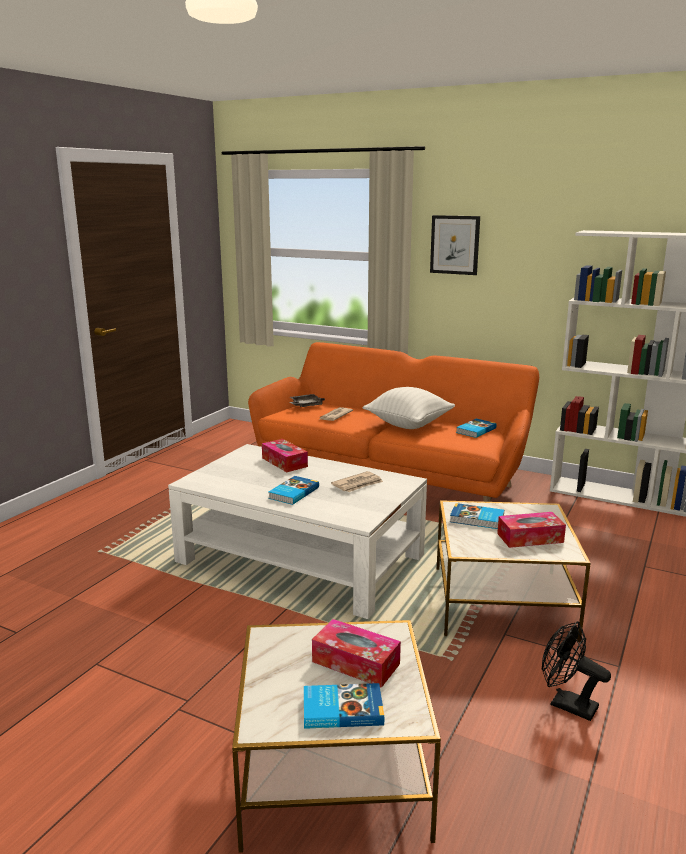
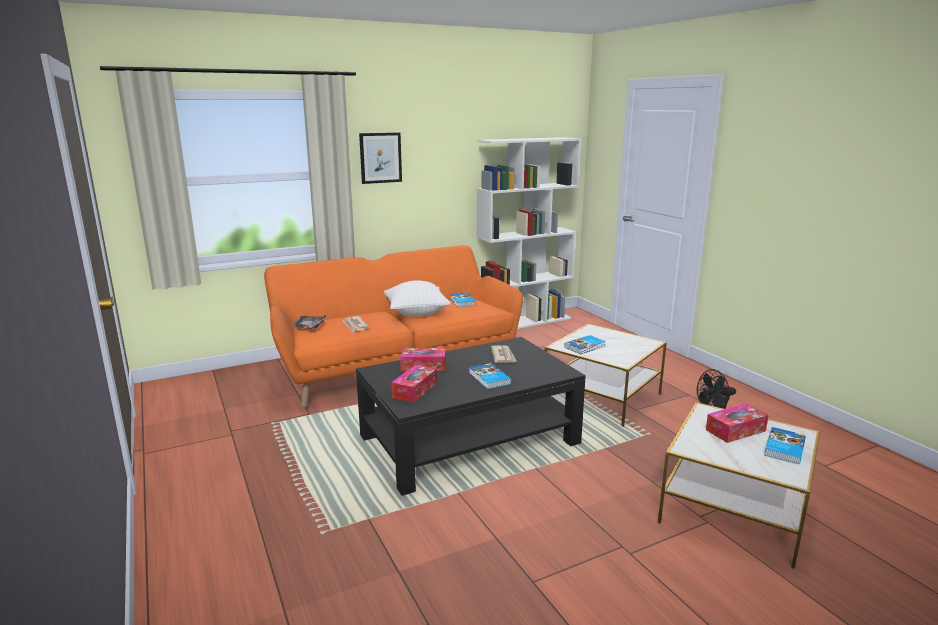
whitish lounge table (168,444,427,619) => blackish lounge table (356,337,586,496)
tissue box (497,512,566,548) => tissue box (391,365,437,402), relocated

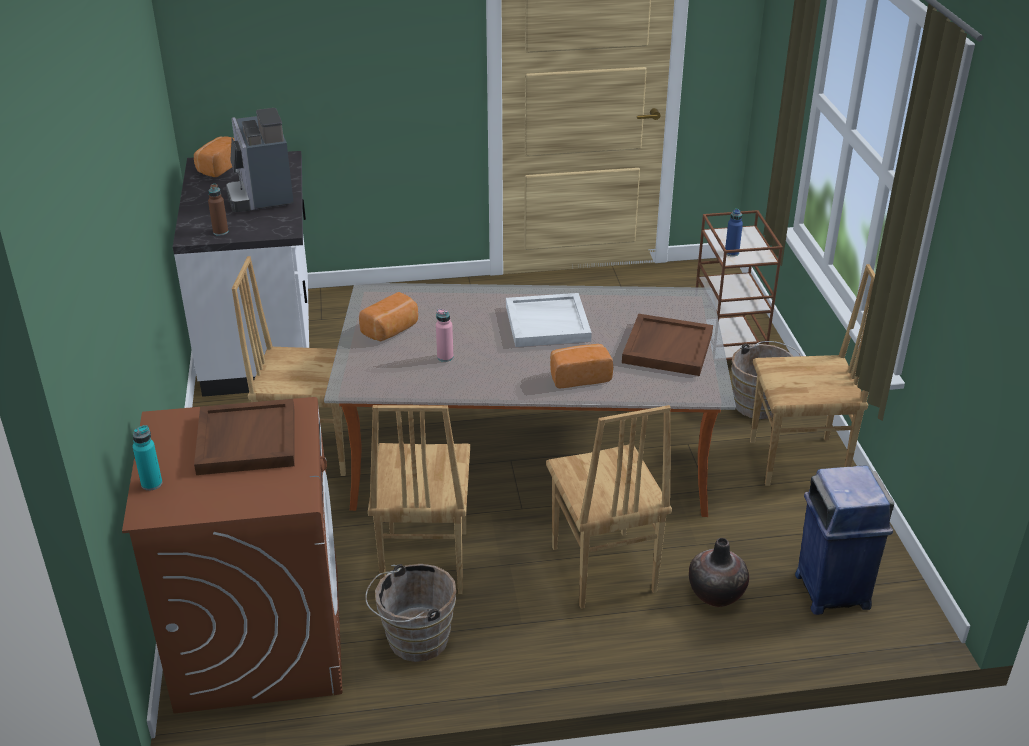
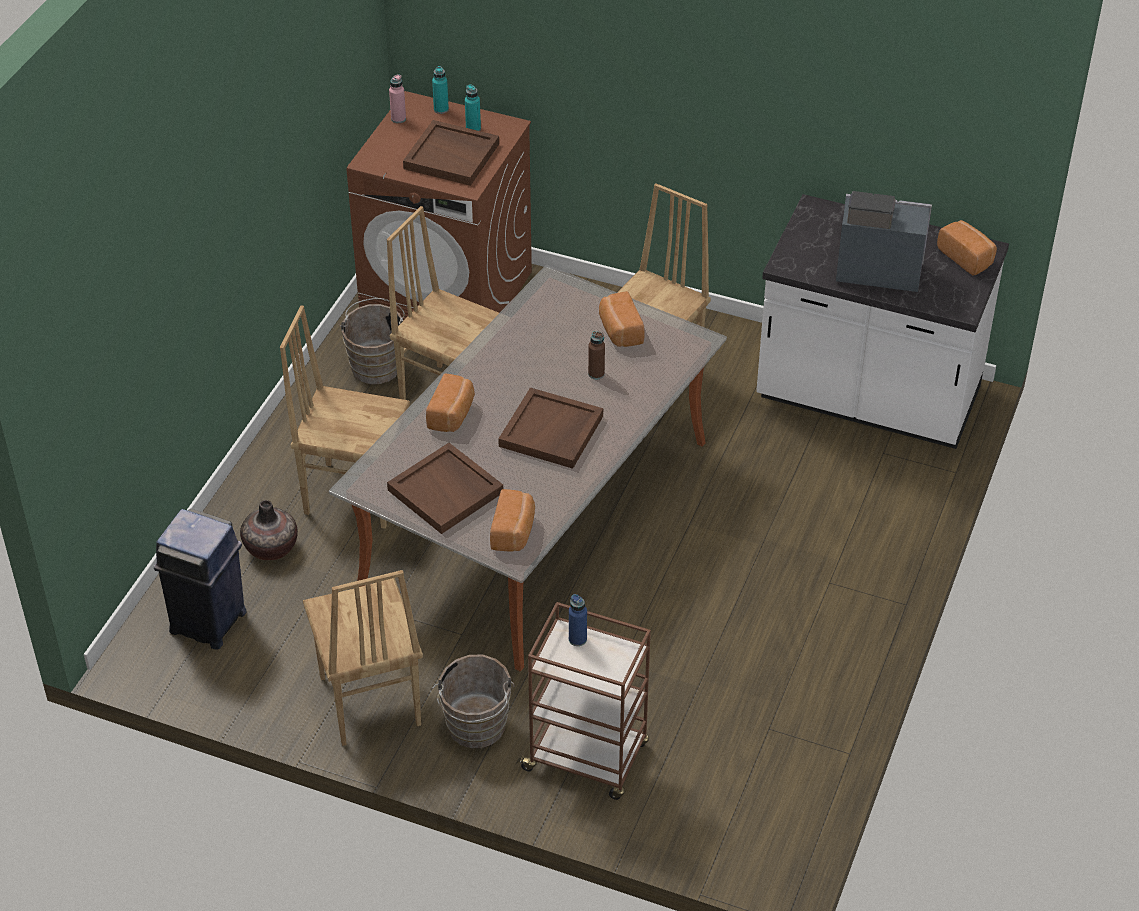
brownish beverage bottle (208,184,228,236) => brownish beverage bottle (588,331,605,379), relocated
brownish chair (750,264,875,486) => brownish chair (303,570,423,746), 45 degrees counterclockwise
whitish tray (506,293,592,347) => brownish tray (498,387,603,469)
pink-coloured beverage bottle (436,309,454,362) => pink-coloured beverage bottle (389,74,406,123), relocated
nothing => turquoise beverage bottle (465,84,481,131)
nothing => bread (490,489,535,552)

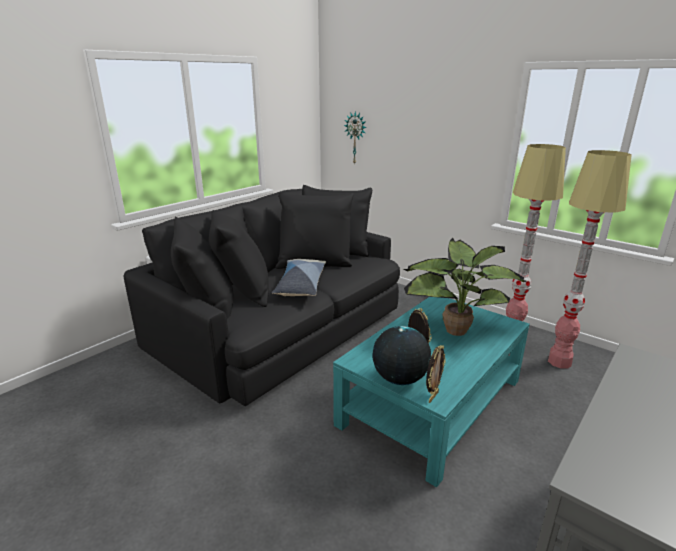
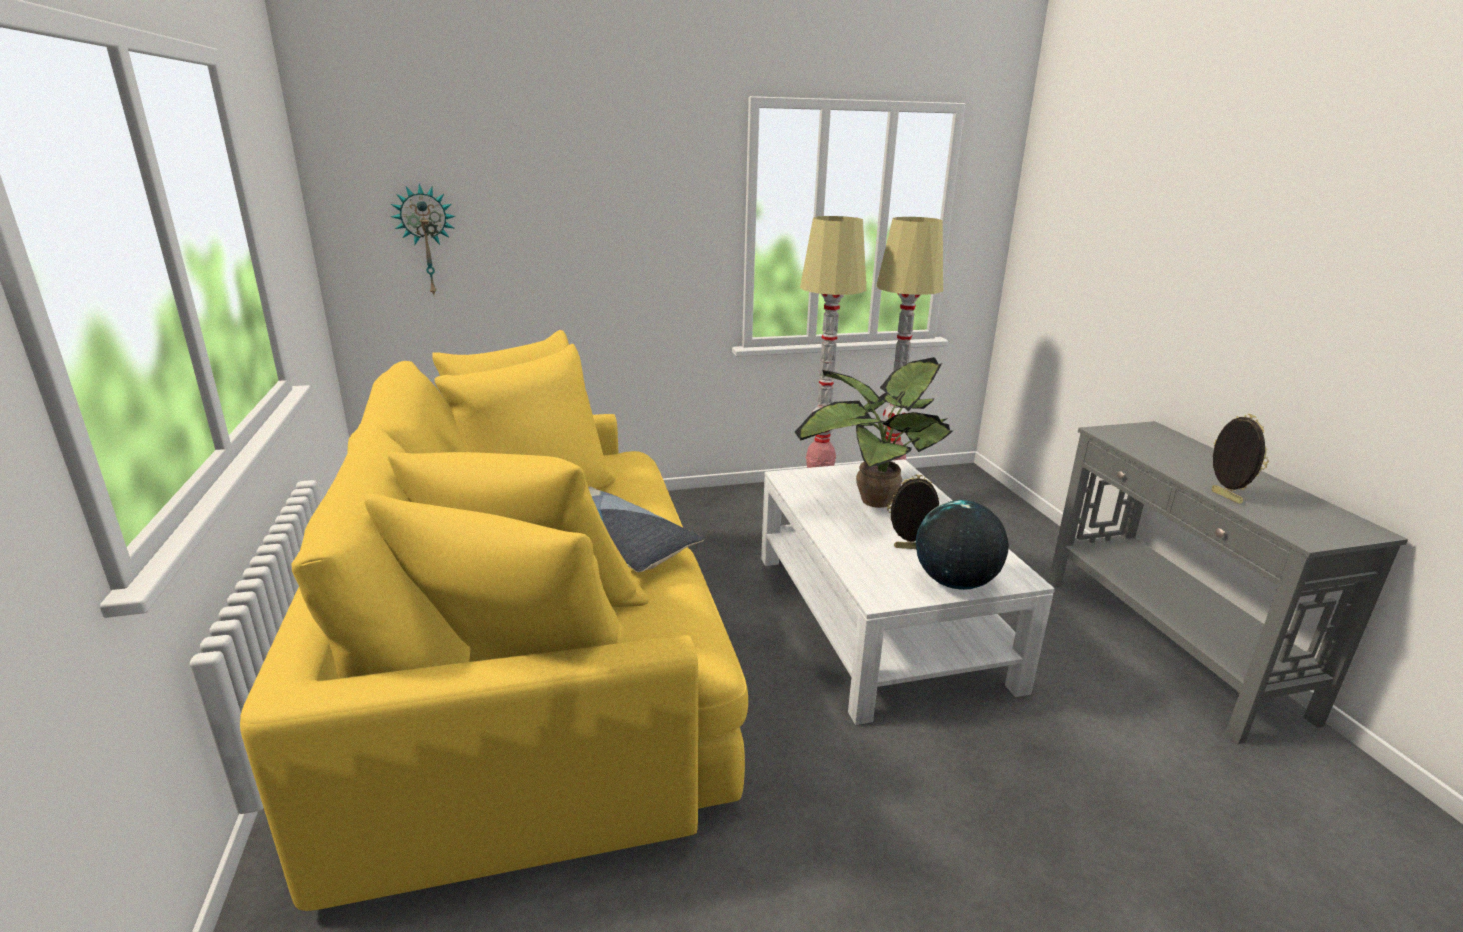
blackish sofa (124,185,400,406) => yellow sofa (240,330,748,911)
turquoise lounge table (333,297,530,487) => whitish lounge table (761,459,1055,725)
standing frame (426,345,446,403) => standing frame (1212,414,1269,504), relocated

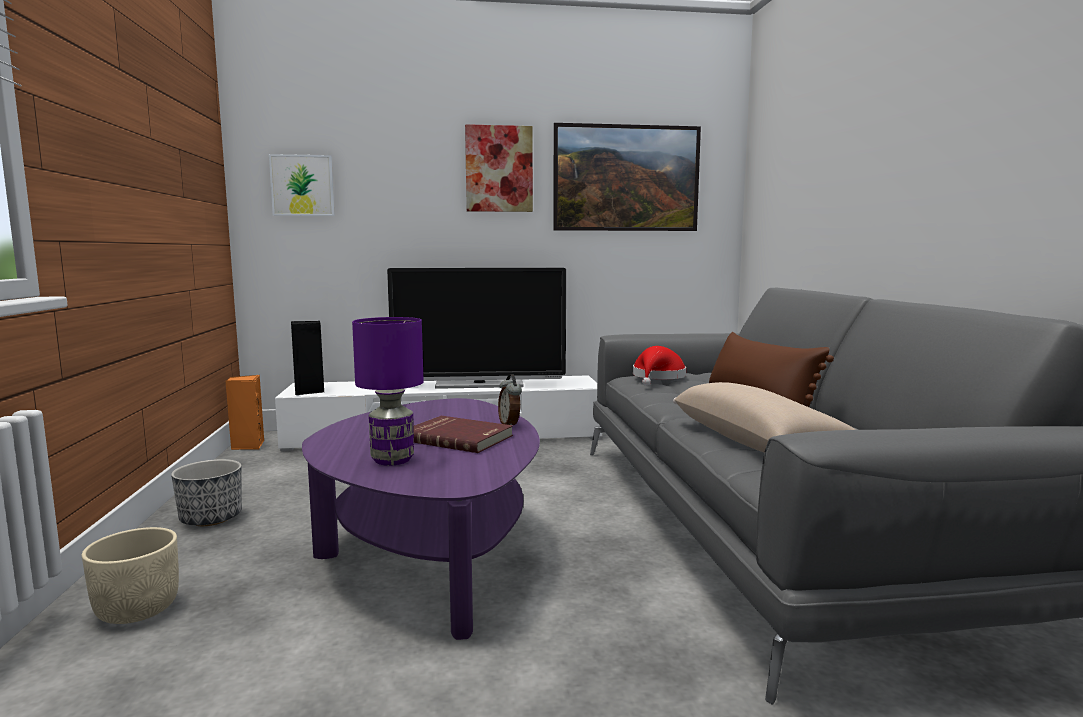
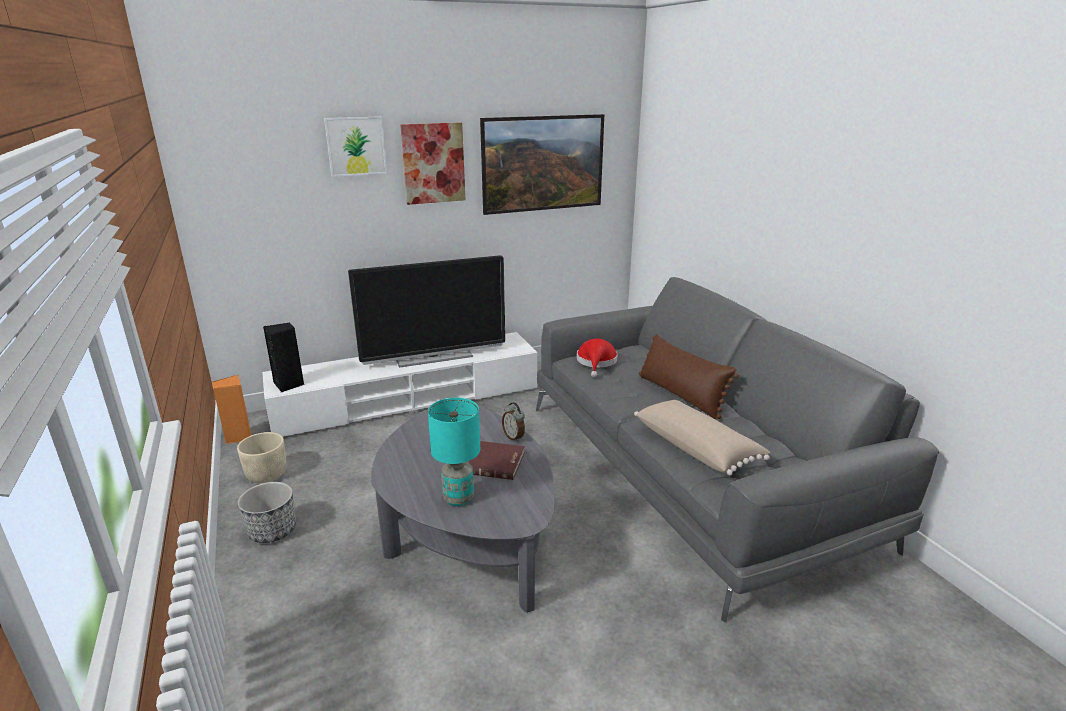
picture (269,154,335,216) => picture (324,116,387,177), relocated
purplish lamp for a table (352,317,424,466) => turquoise lamp for a table (428,398,480,506)
purplish lounge table (302,398,540,640) => gray lounge table (371,406,555,613)
beige planter (82,527,179,624) => beige planter (237,432,286,483), relocated

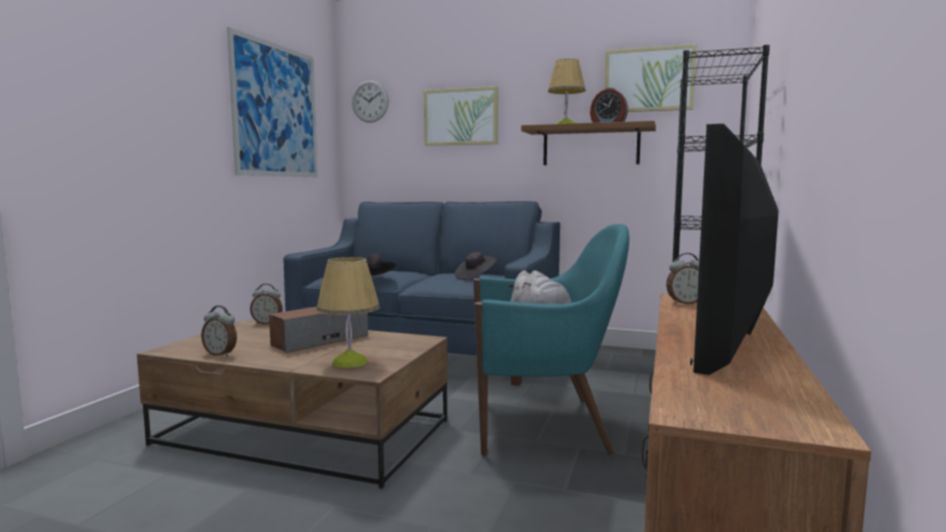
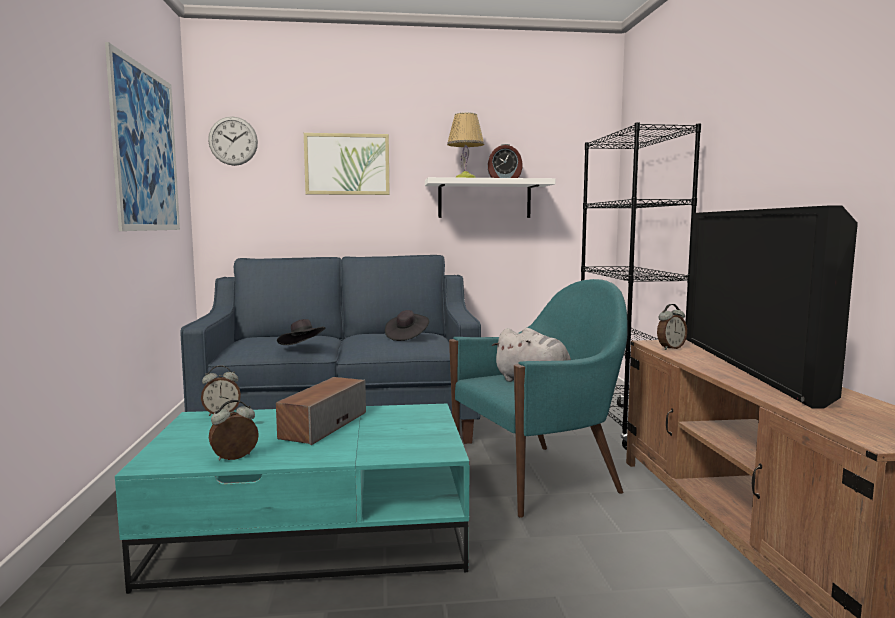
picture (605,44,697,112) => nothing
brownish bracket shelf (521,121,656,165) => whitish bracket shelf (425,177,556,218)
lamp for a table (316,257,380,368) => nothing
table clock (201,305,237,357) => table clock (209,400,259,460), 150 degrees clockwise
brownish lounge table (137,319,448,489) => turquoise lounge table (115,404,469,594)

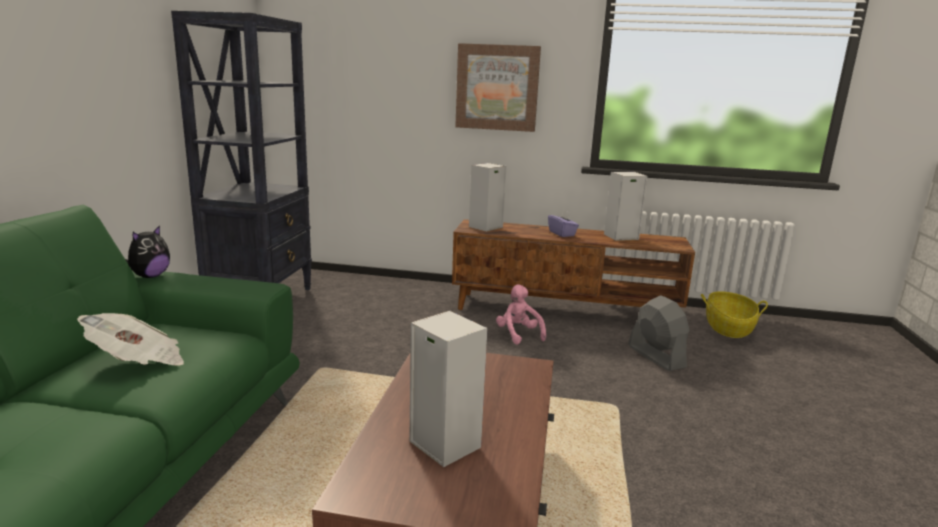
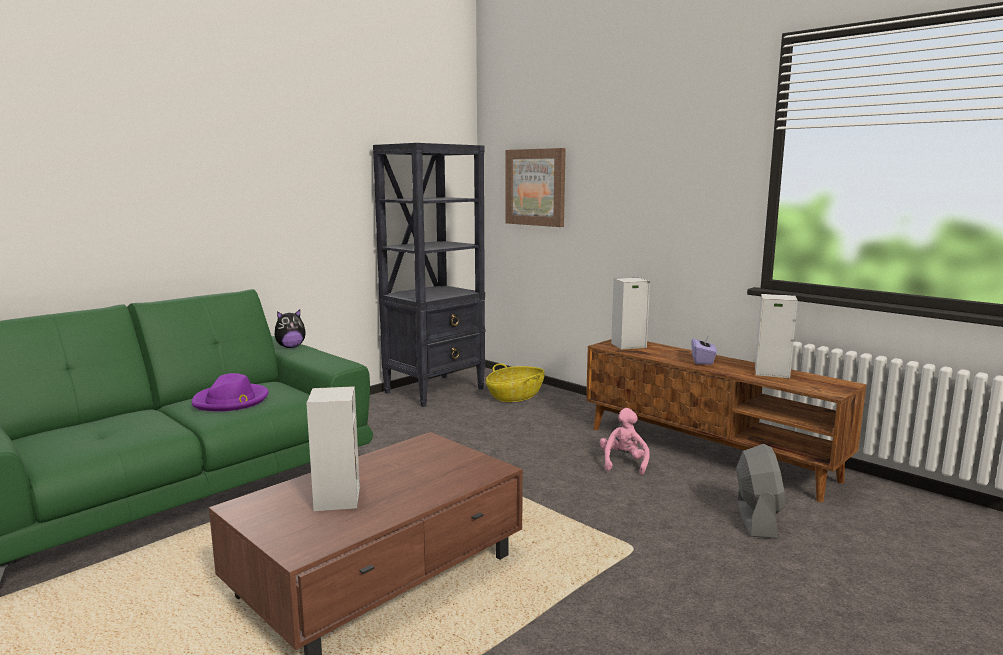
picture (455,43,541,132) => picture (505,148,566,227), relocated
storage basket (701,291,768,338) => storage basket (486,363,545,402), relocated
printed paper (77,313,184,365) => purplish wearable hat (192,373,269,412)

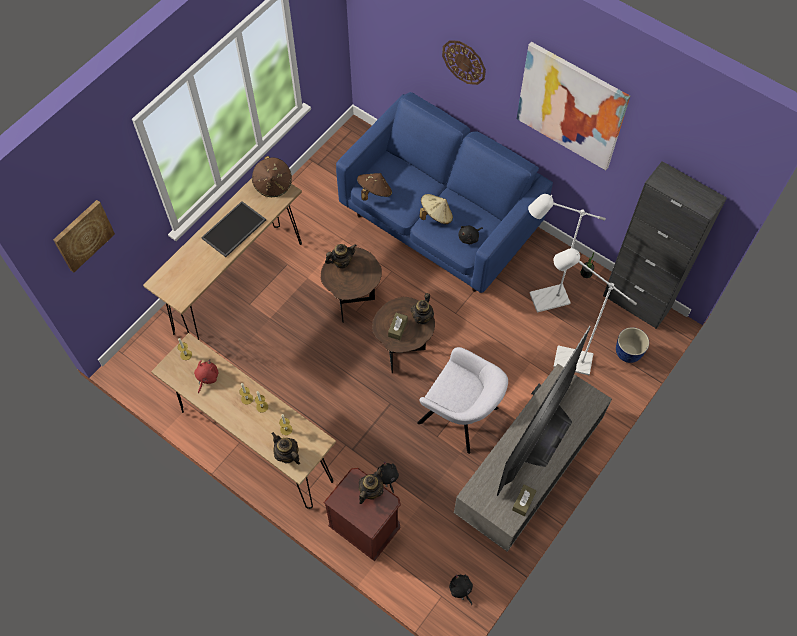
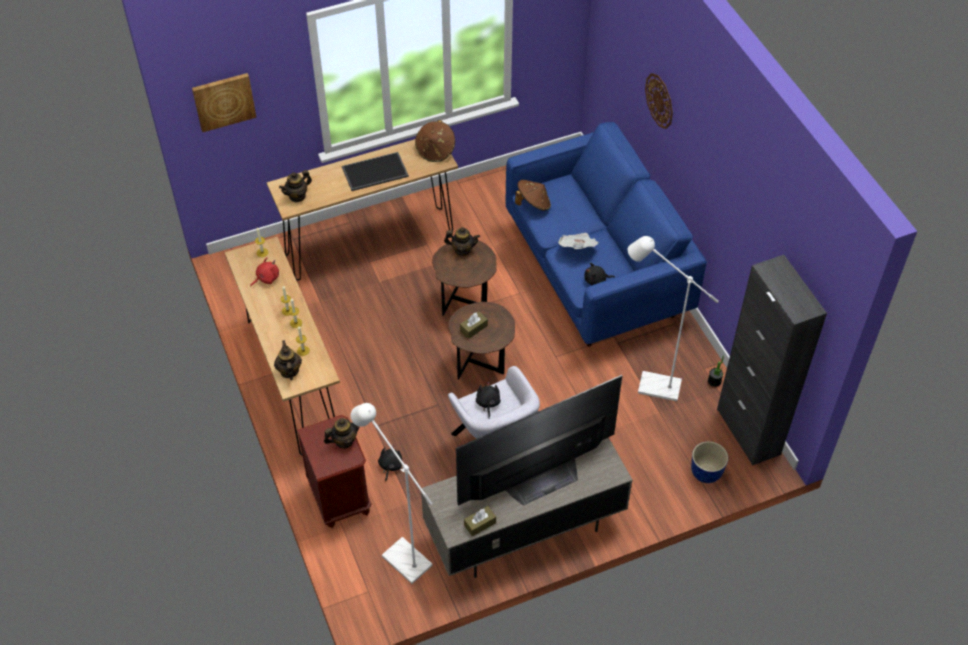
picture (517,42,630,170) => nothing
beige wearable hat (419,194,453,224) => printed paper (558,233,599,249)
whitish standard lamp (553,248,637,375) => whitish standard lamp (350,403,433,584), relocated
teapot (411,293,434,325) => teapot (279,170,312,202), relocated
blackish cuddly toy (449,574,473,605) => blackish cuddly toy (476,382,501,418), relocated

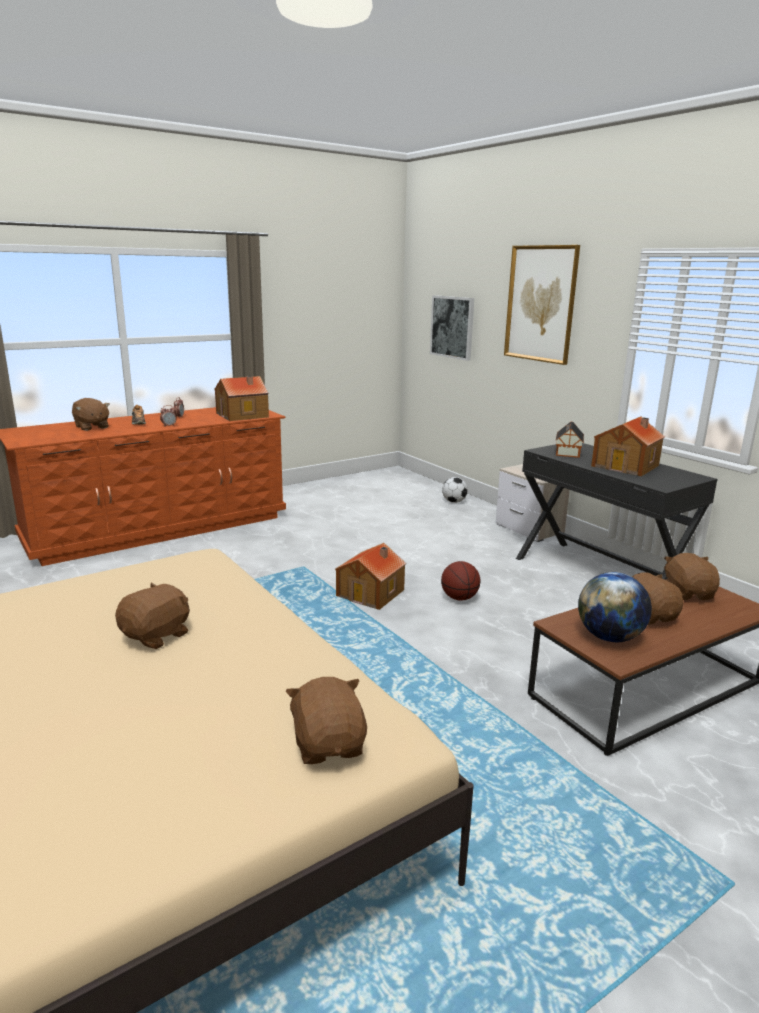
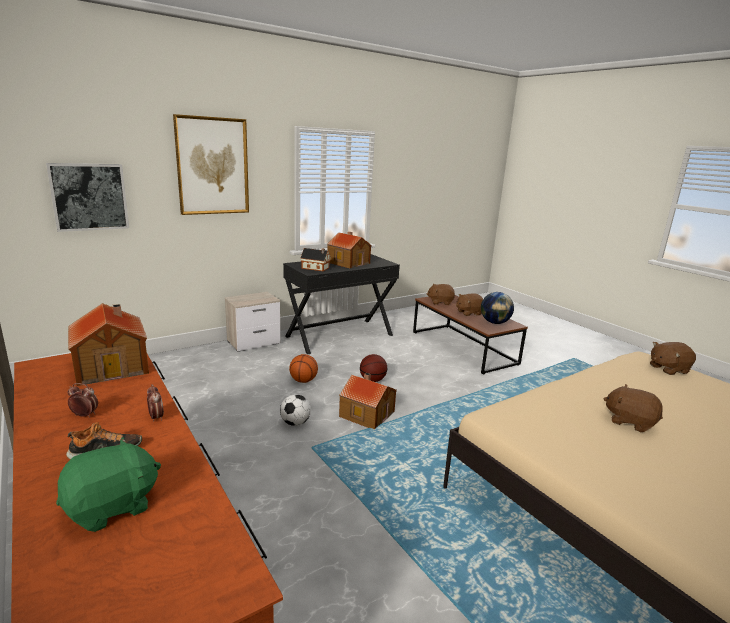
brownish cuddly toy (72,398,110,431) => greenish cuddly toy (56,437,161,532)
football (442,477,468,503) => football (280,394,311,426), relocated
nothing => ball for basketball (289,354,318,383)

